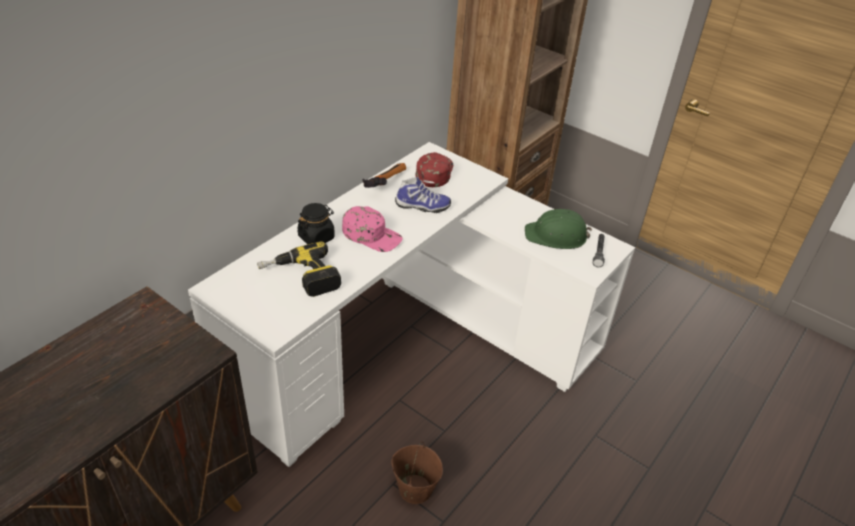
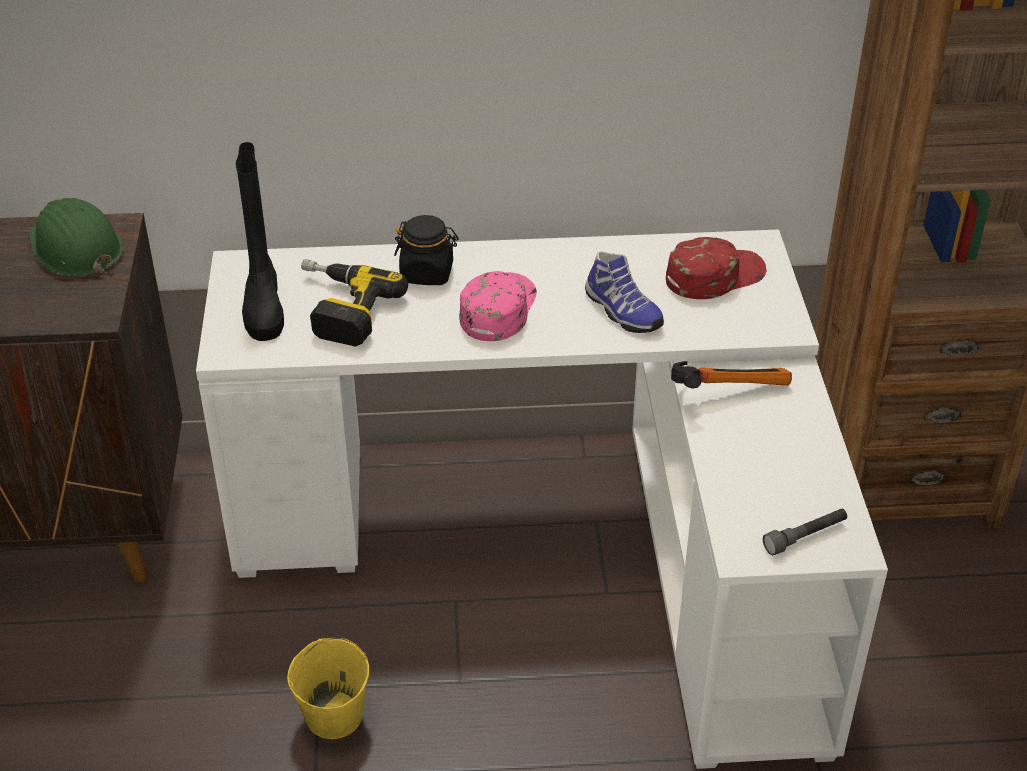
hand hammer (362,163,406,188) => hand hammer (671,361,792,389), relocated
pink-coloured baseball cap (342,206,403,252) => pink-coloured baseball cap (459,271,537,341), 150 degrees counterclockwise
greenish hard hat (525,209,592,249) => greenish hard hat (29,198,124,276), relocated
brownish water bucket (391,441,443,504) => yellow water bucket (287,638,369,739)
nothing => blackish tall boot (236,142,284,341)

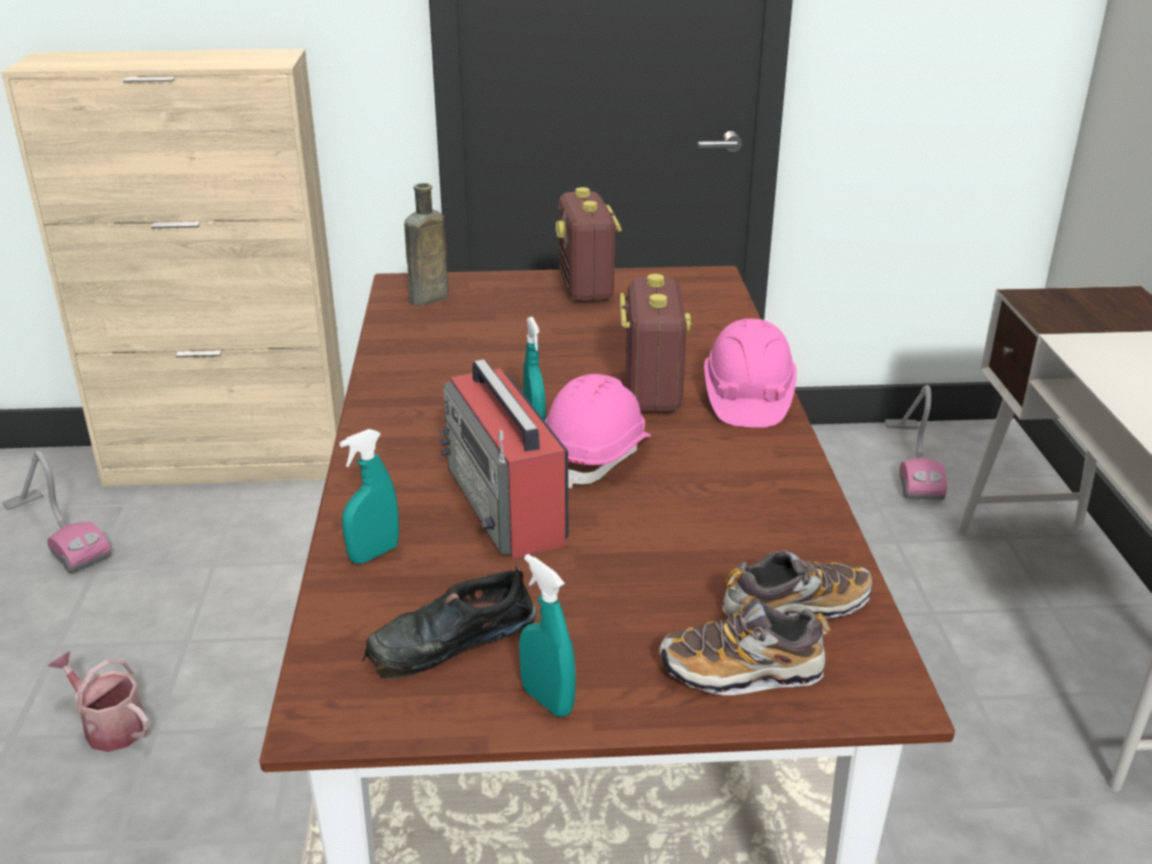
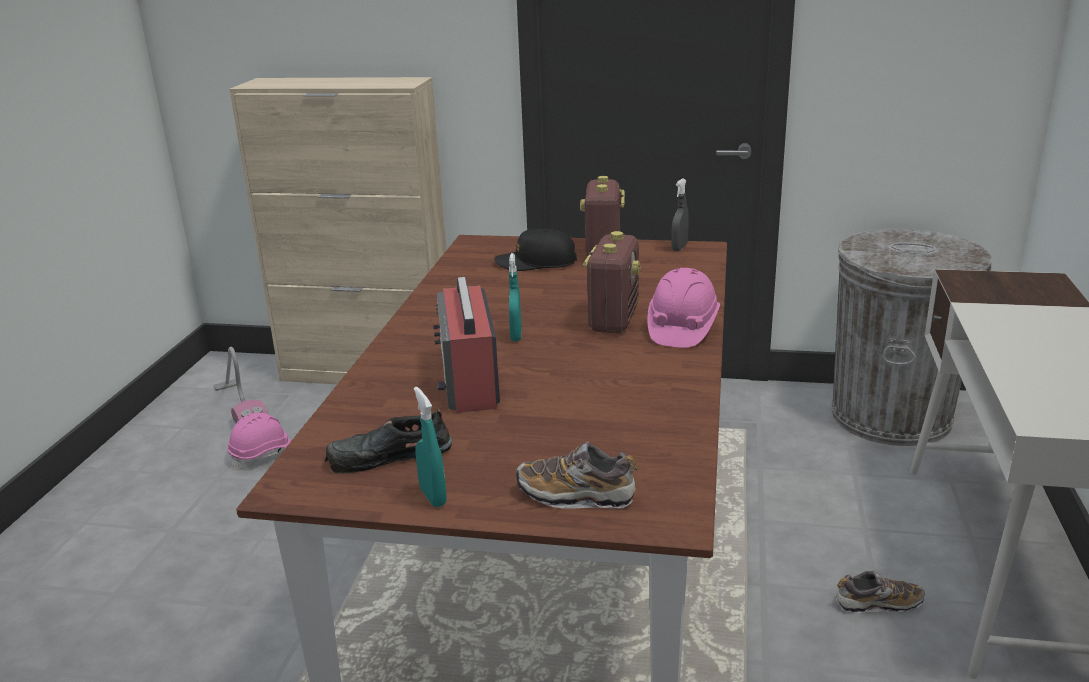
brownish beverage bottle (404,183,449,306) => nothing
pink-coloured hard hat (545,374,651,489) => pink-coloured hard hat (227,413,292,470), relocated
vacuum cleaner (885,385,947,500) => gray rubbish bin (831,229,992,446)
turquoise hand sprayer (339,429,399,564) => nothing
item of footwear (722,550,873,619) => item of footwear (836,570,925,613), relocated
watering pot (48,651,150,752) => nothing
nothing => gray hand sprayer (671,179,689,251)
nothing => blackish baseball cap (494,229,577,271)

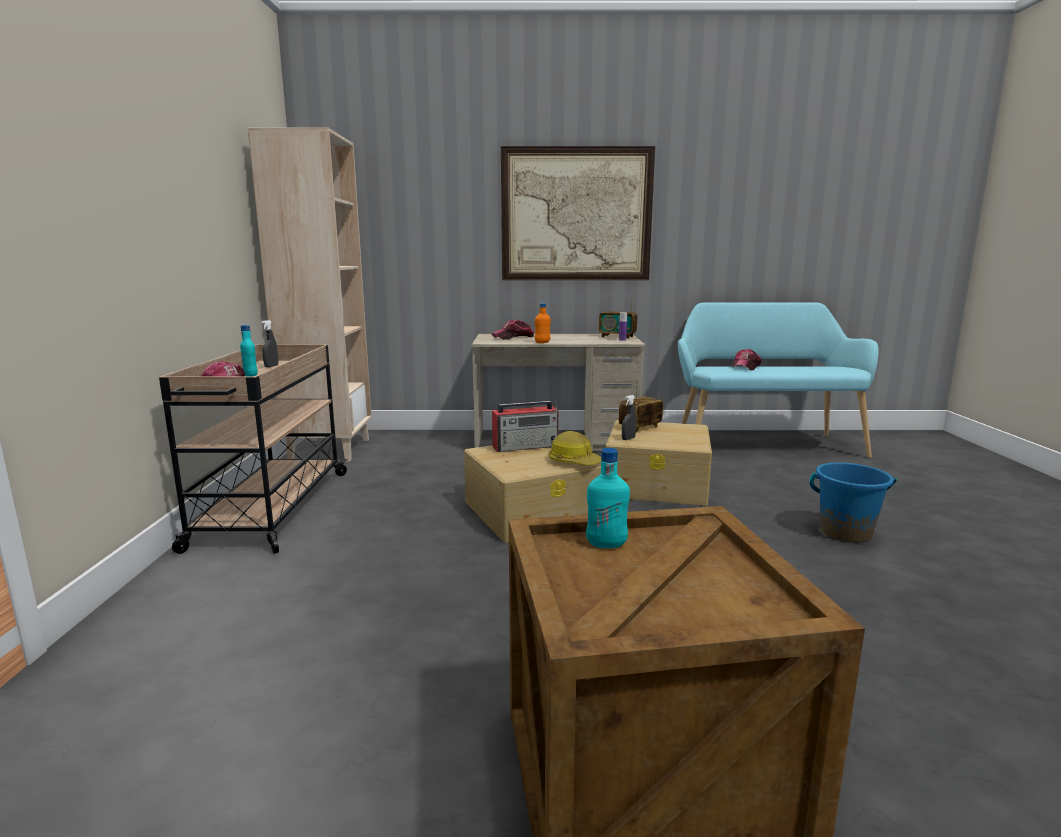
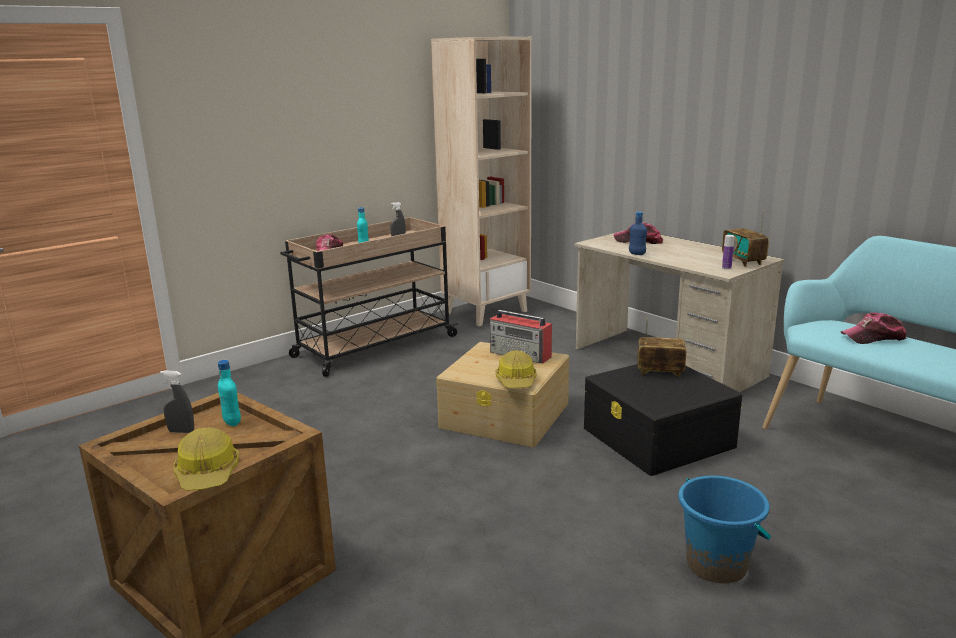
picture (501,146,655,280) => nothing
orange beverage bottle (535,303,551,343) => blue beverage bottle (629,212,647,255)
gray hand sprayer (622,395,637,440) => gray hand sprayer (160,370,194,433), relocated
beige storage bin (606,420,712,506) => blackish storage bin (584,364,742,476)
nothing => hard hat (173,427,239,491)

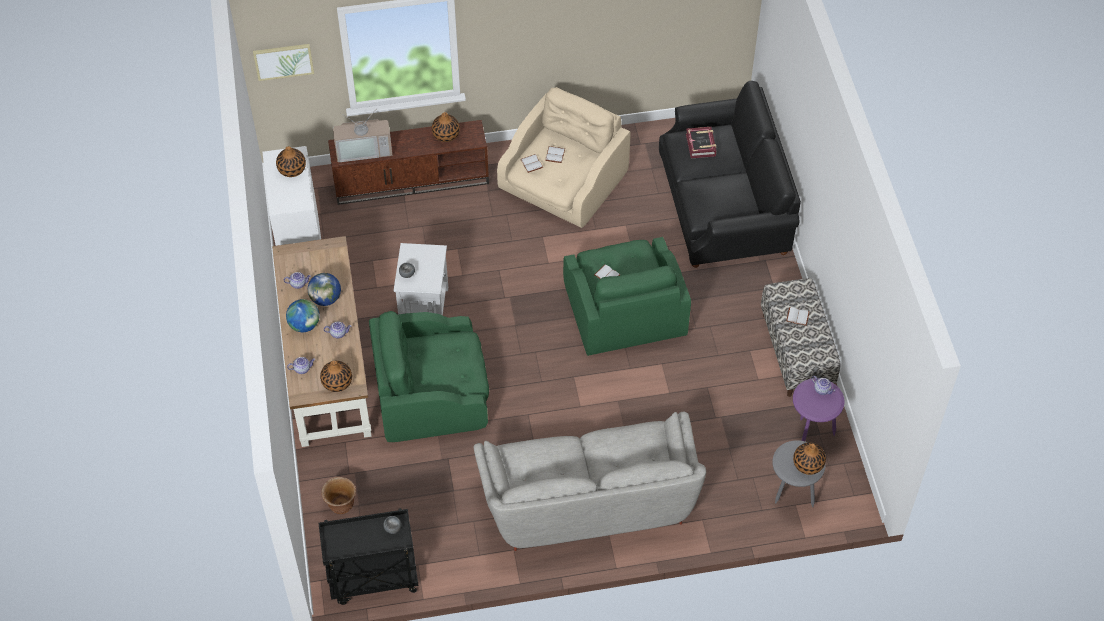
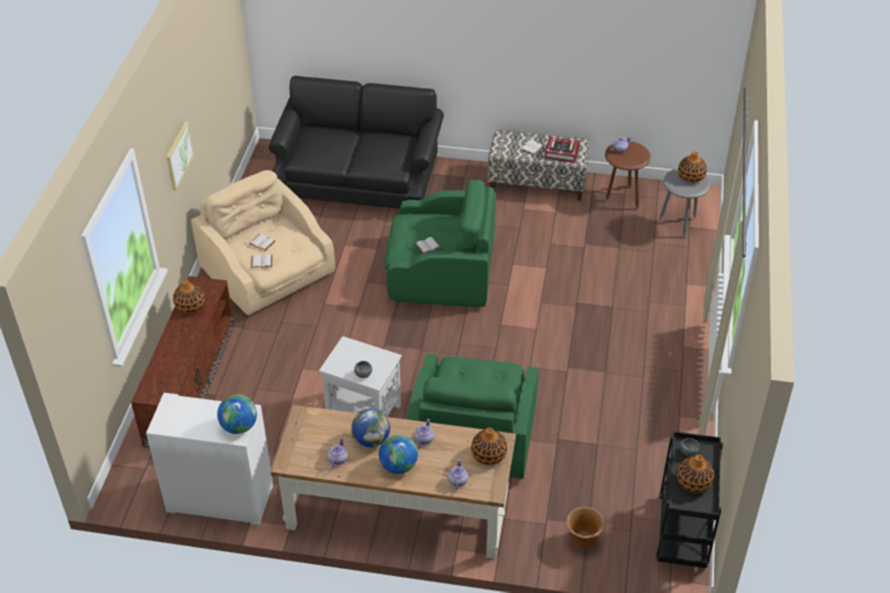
picture (253,44,314,81) => picture (166,121,194,191), relocated
TV set (333,111,392,162) => nothing
bound book (686,127,716,158) => bound book (544,137,580,163), relocated
decorative vase (276,146,306,177) => decorative vase (677,455,714,493), relocated
purplish side table (793,378,845,441) => brownish side table (605,141,651,209)
gray sofa (474,412,706,551) => nothing
nothing => world globe (217,395,257,434)

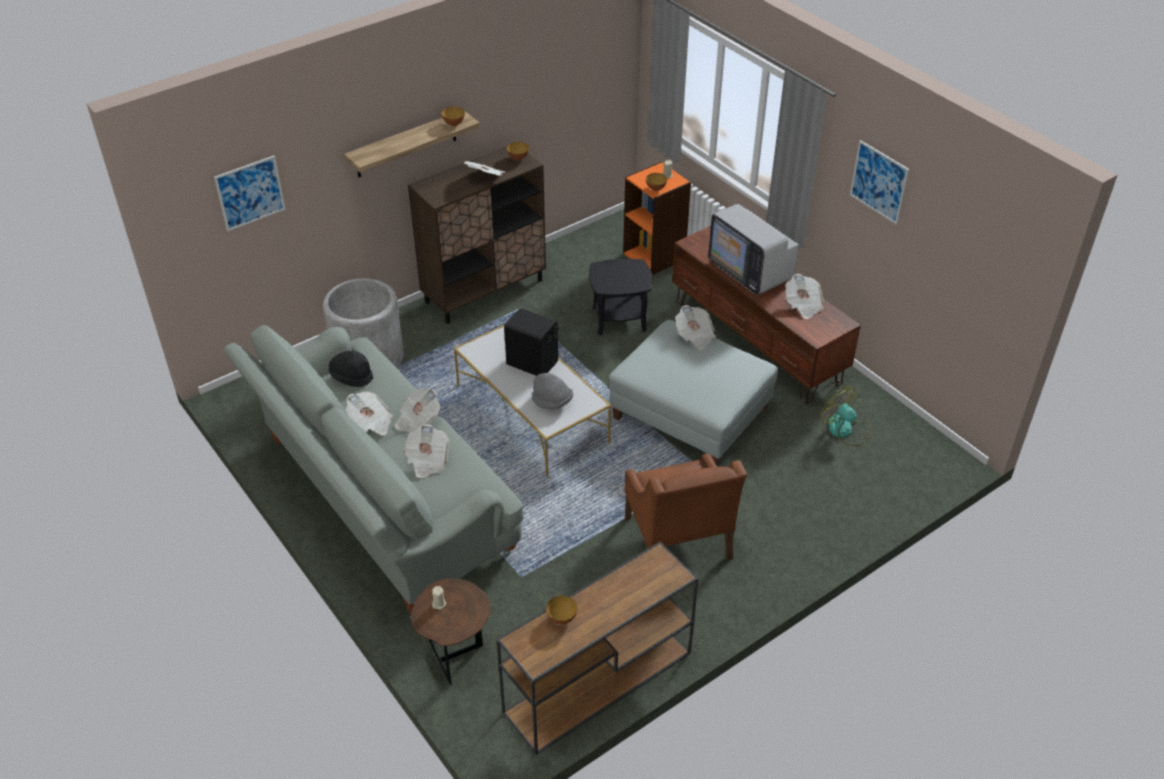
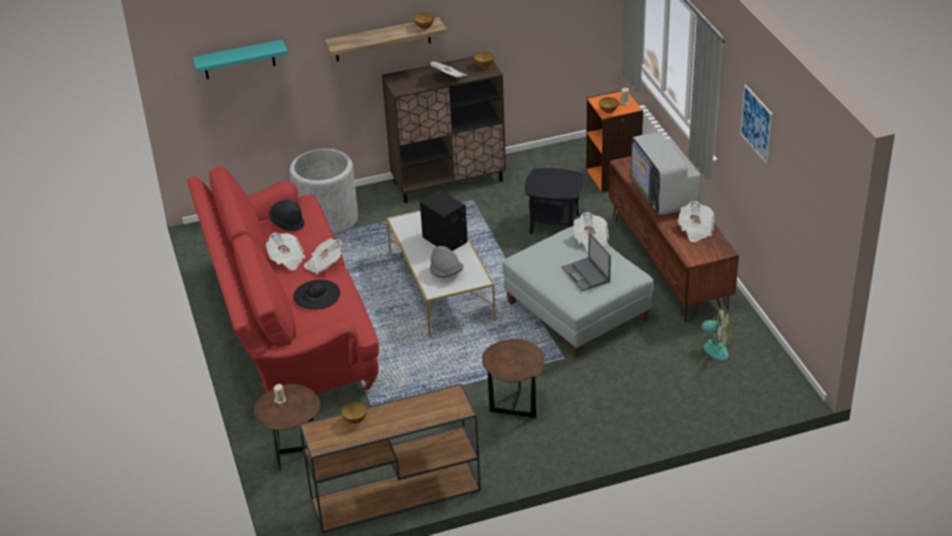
picture (214,156,285,231) => turquoise bracket shelf (192,40,288,79)
gray sofa (224,325,524,613) => reddish sofa (187,166,379,395)
fan (820,386,871,446) => fan (687,306,732,364), 135 degrees clockwise
printed paper (404,424,450,478) => blackish wearable hat (293,279,340,310)
brownish armchair (624,454,747,560) => brownish side table (482,339,544,418)
nothing => notebook computer (561,232,611,291)

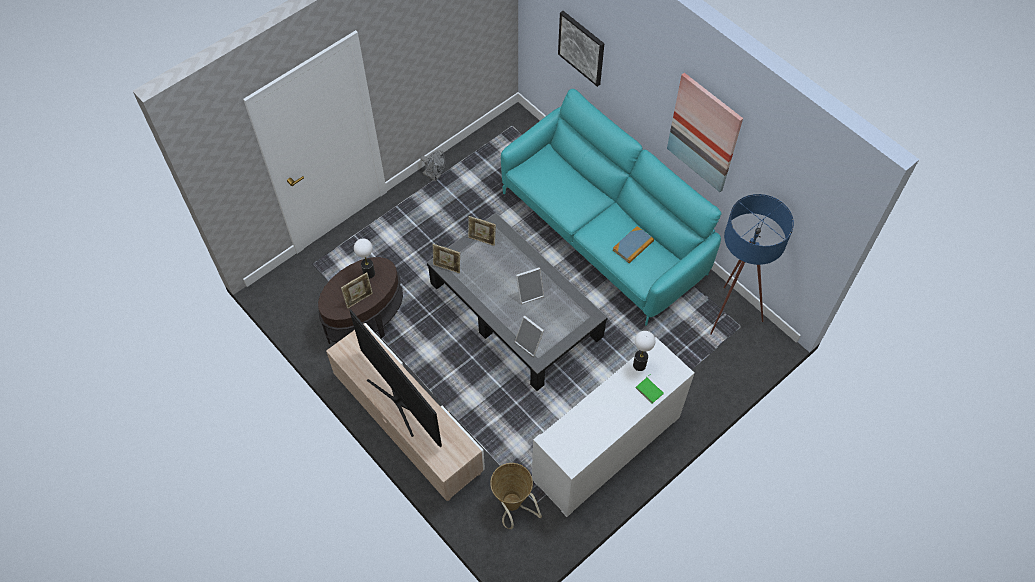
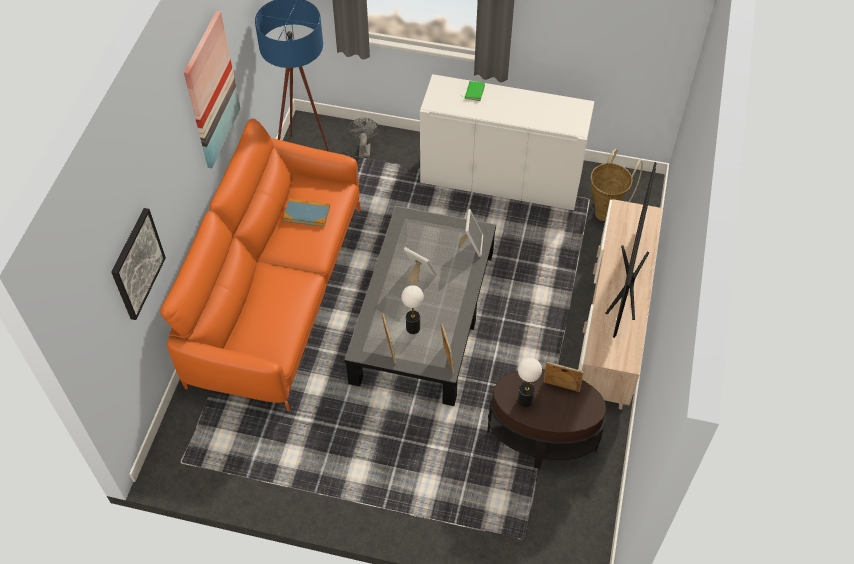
turquoise sofa (501,89,722,326) => orange sofa (160,118,361,411)
gray fan (420,151,446,181) => gray fan (348,117,380,157), relocated
lamp for a table (633,331,655,371) => lamp for a table (401,285,424,334), relocated

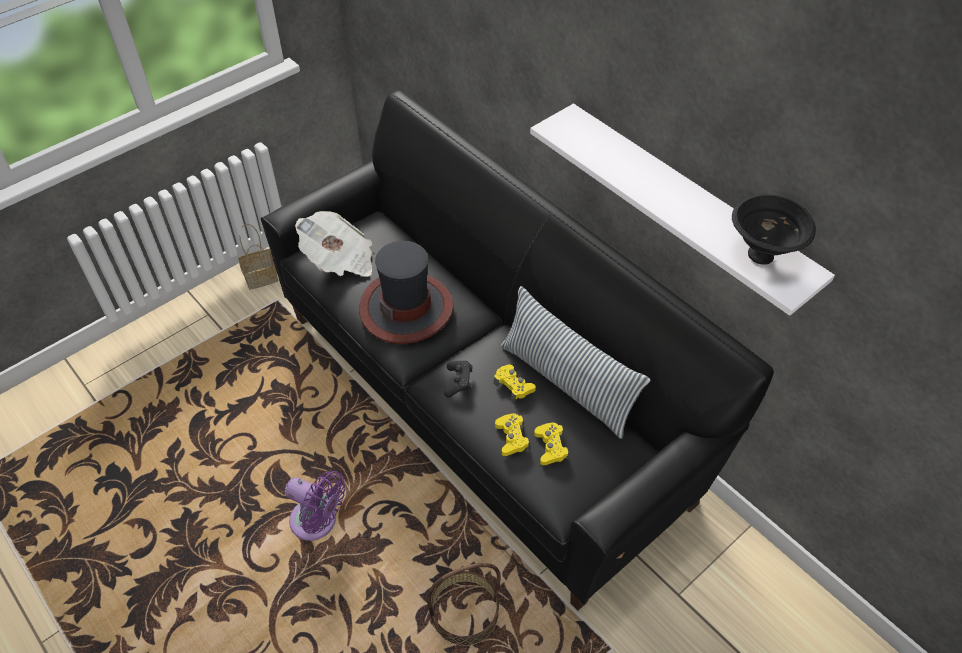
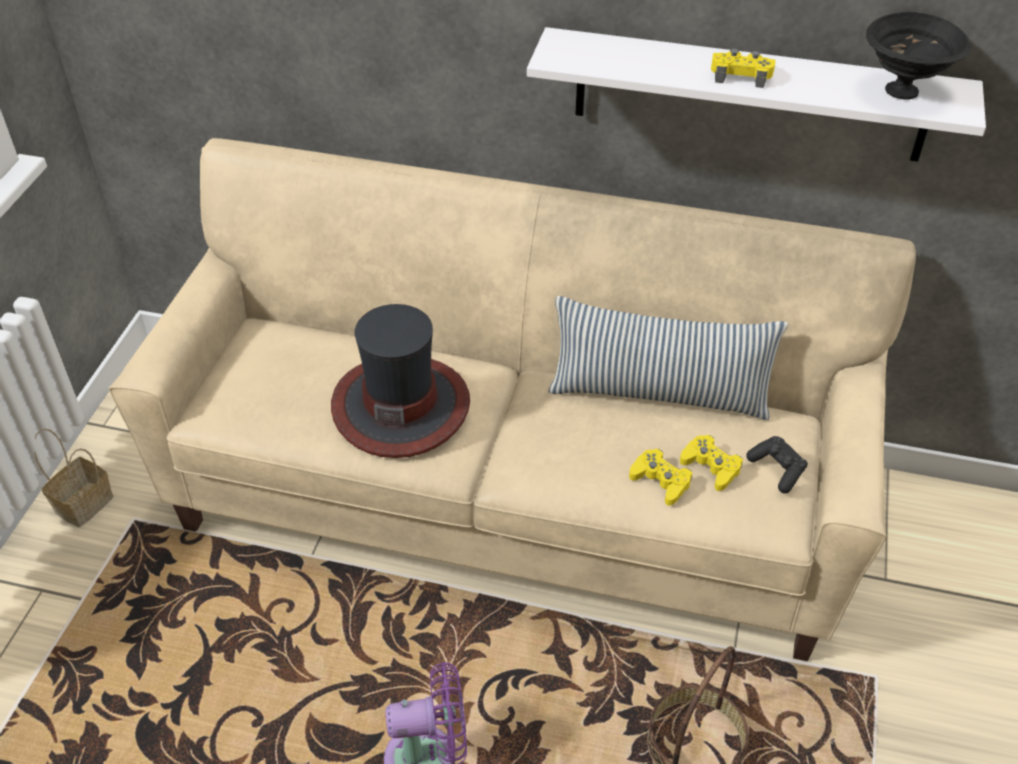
blackish sofa (261,90,774,611) => beige sofa (109,138,916,661)
printed paper (295,211,372,277) => nothing
blackish game controller (444,361,473,398) => blackish game controller (746,436,808,493), relocated
yellow game controller (494,364,536,402) => yellow game controller (711,48,776,88), relocated

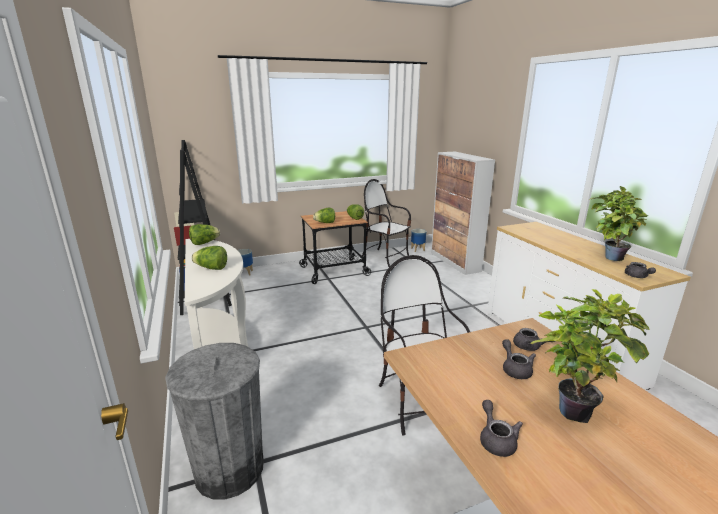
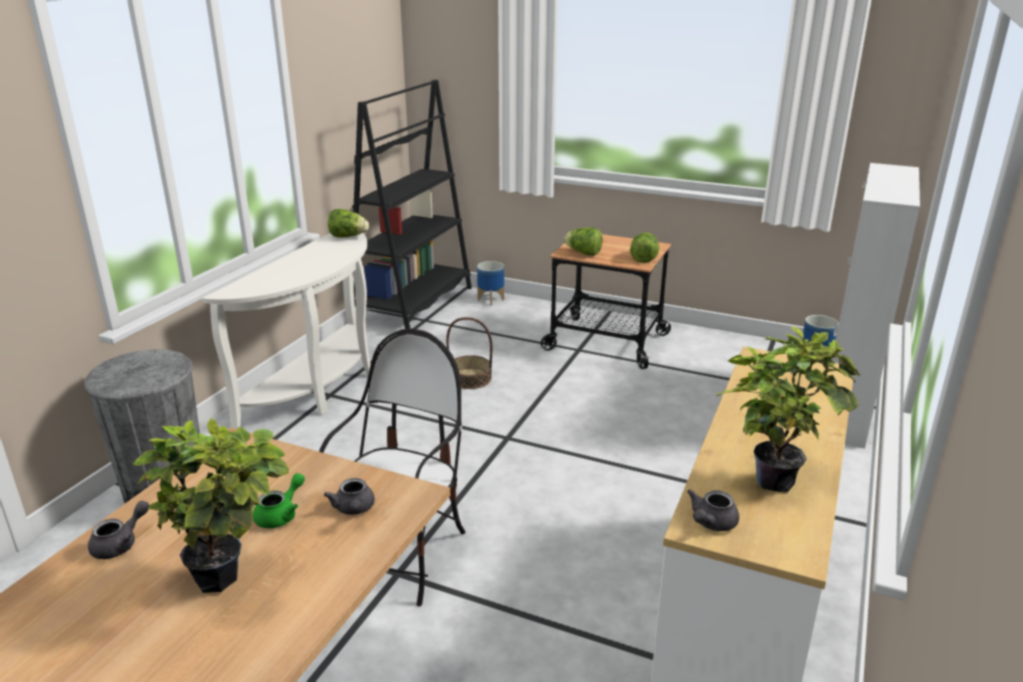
chair (362,179,411,267) => nothing
head of lettuce (191,246,227,270) => nothing
gray teapot (502,339,536,379) => greenish teapot (253,473,305,528)
nothing => storage basket (446,317,492,389)

